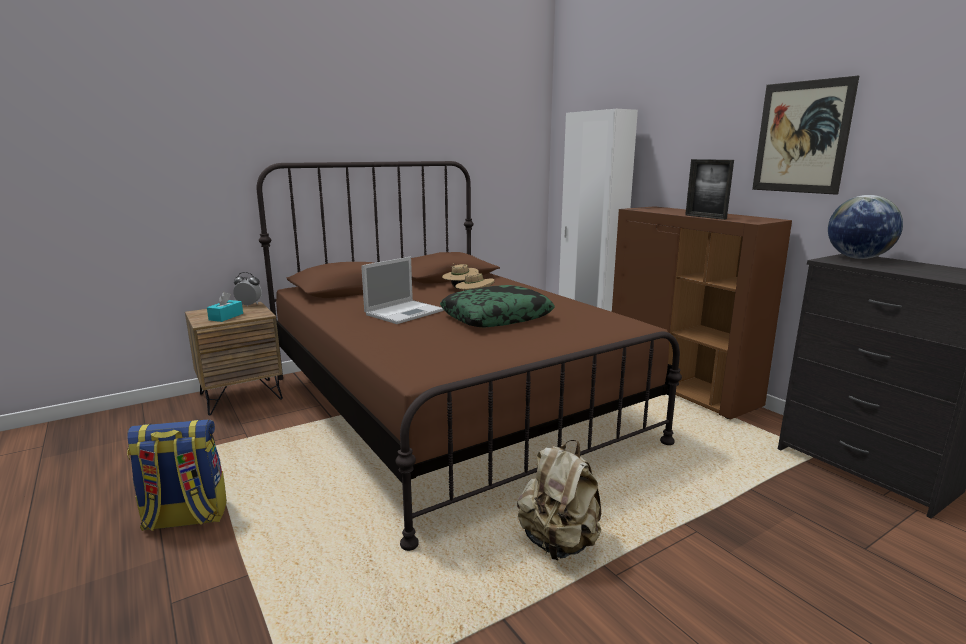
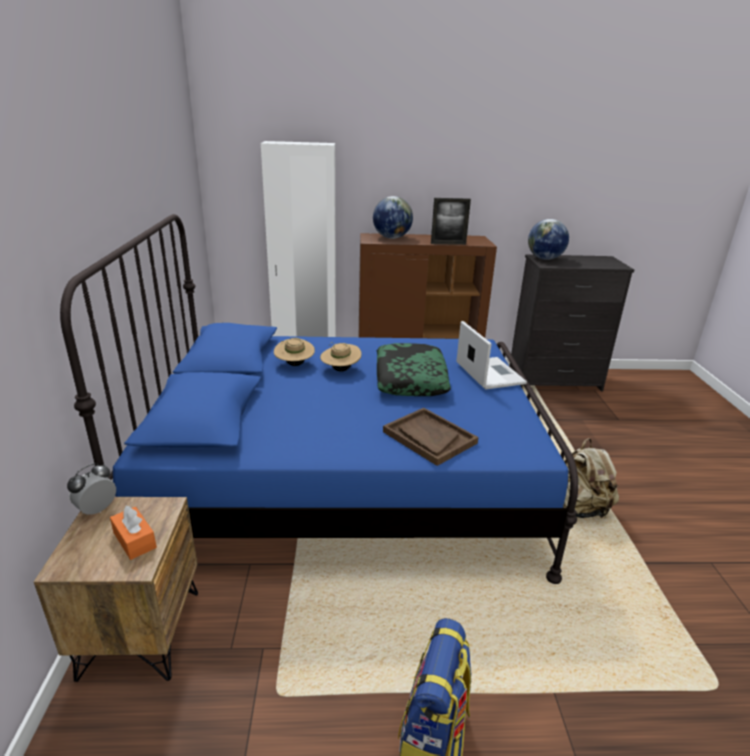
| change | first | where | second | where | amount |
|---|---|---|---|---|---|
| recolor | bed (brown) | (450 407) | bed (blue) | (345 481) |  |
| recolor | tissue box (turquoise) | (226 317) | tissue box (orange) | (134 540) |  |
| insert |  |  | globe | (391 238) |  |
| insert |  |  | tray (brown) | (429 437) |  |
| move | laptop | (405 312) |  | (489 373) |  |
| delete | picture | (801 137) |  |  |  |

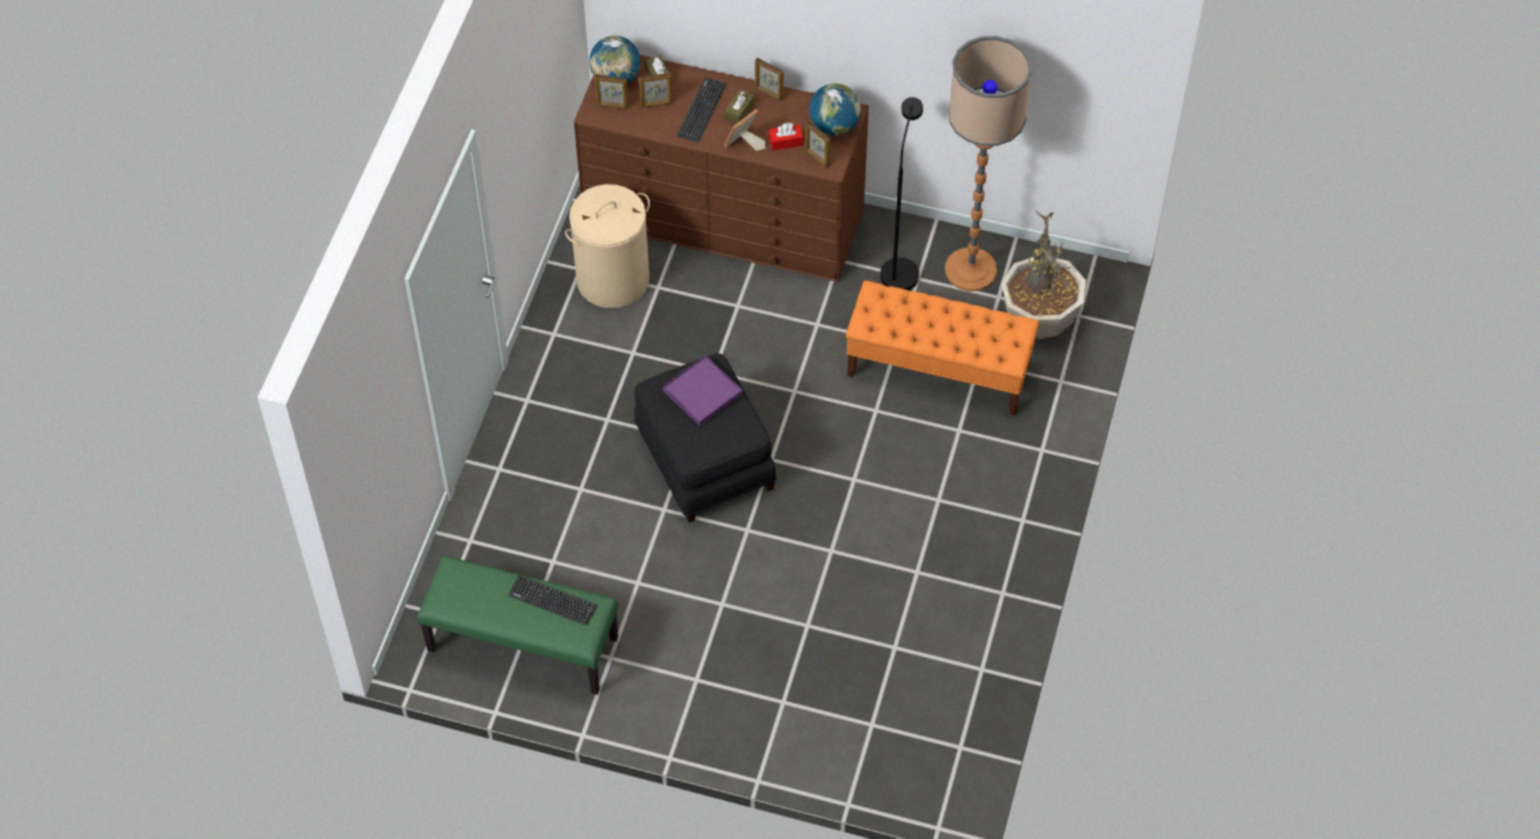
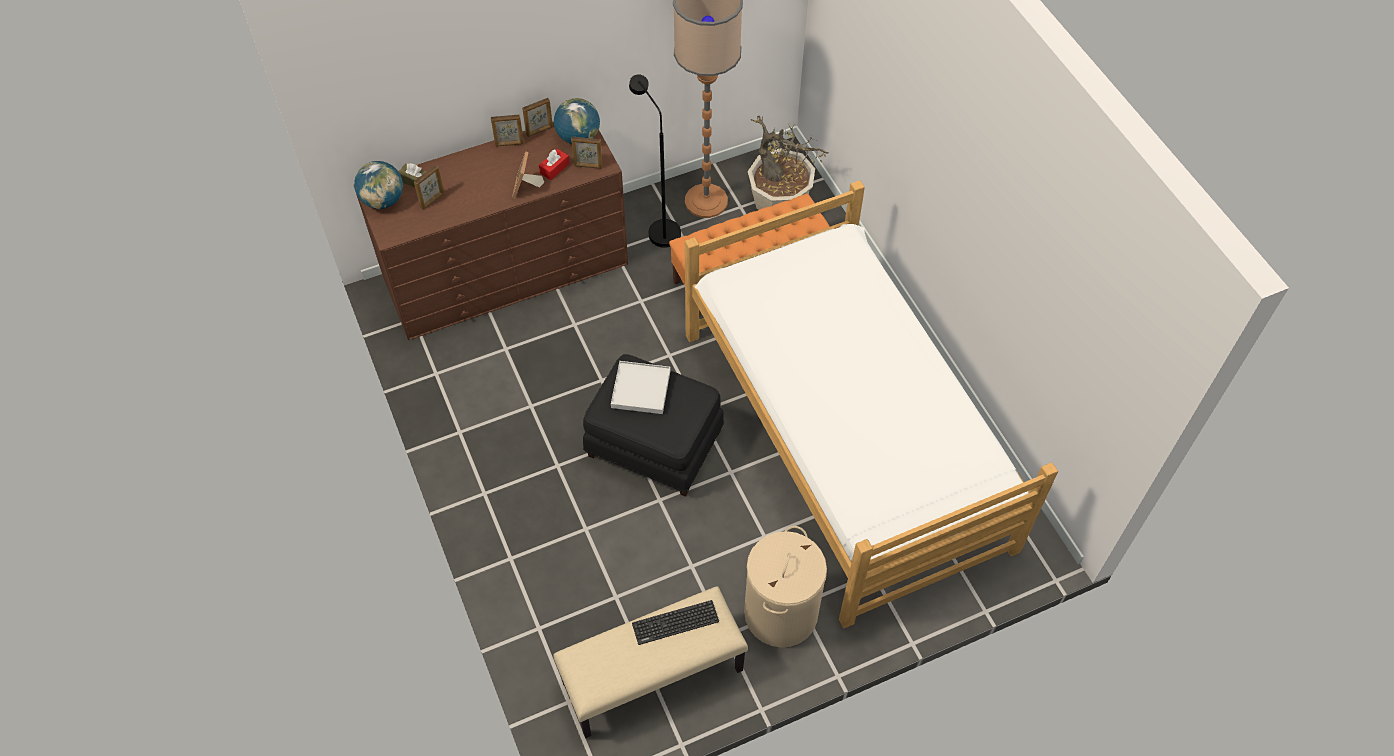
| change | first | where | second | where | amount |
|---|---|---|---|---|---|
| move | picture frame | (612 106) |  | (539 131) |  |
| recolor | bench (green) | (522 645) | bench (beige) | (652 677) |  |
| recolor | tray (purple) | (702 392) | tray (white) | (640 389) |  |
| insert |  |  | bed | (843 439) |  |
| move | laundry basket (beige) | (613 279) |  | (780 613) |  |
| delete | keyboard | (701 110) |  |  |  |
| delete | tissue box (brown) | (739 111) |  |  |  |

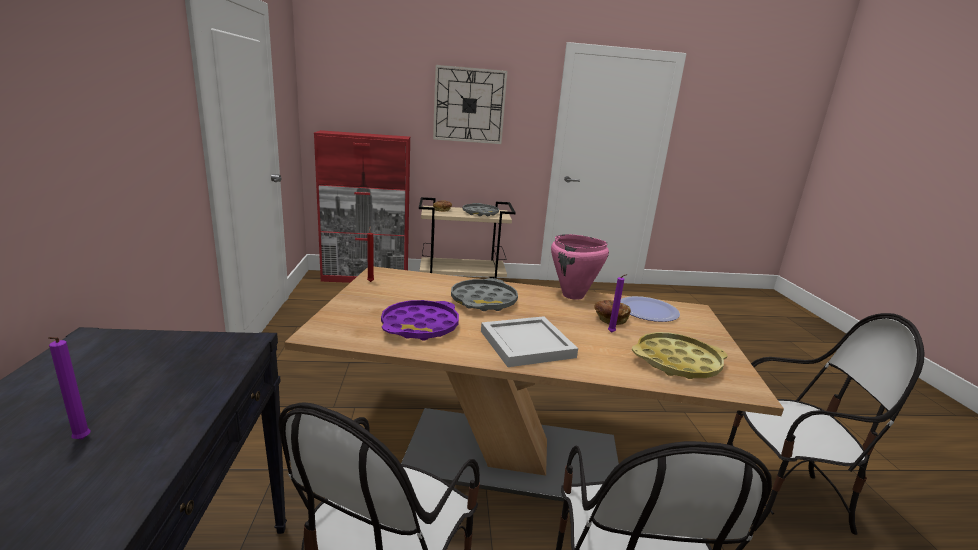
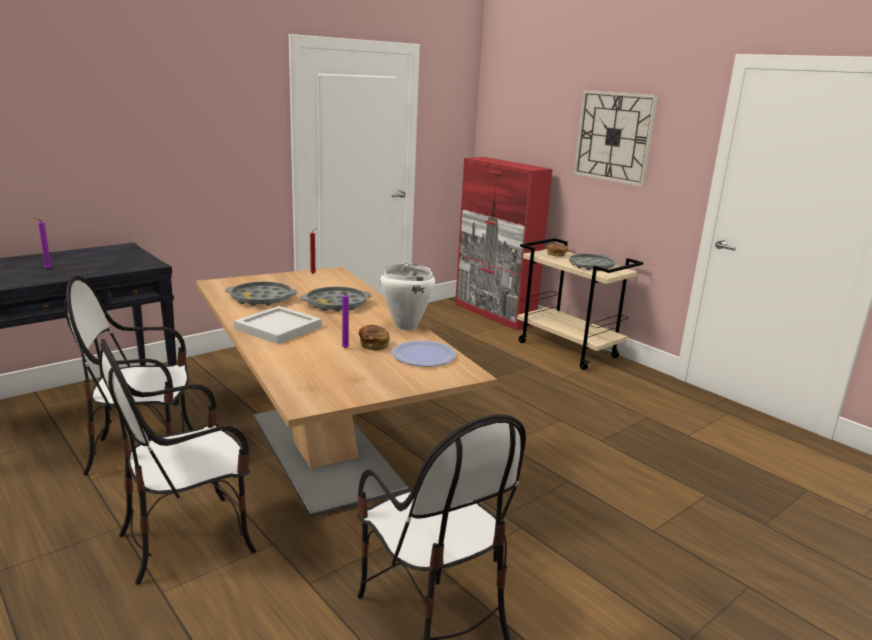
| change | first | where | second | where | amount |
|---|---|---|---|---|---|
| recolor | tray (purple) | (420 326) | tray (grey) | (261 299) |  |
| recolor | cooking pot (pink) | (573 295) | cooking pot (white) | (405 326) |  |
| delete | tray (yellow) | (677 362) |  |  |  |

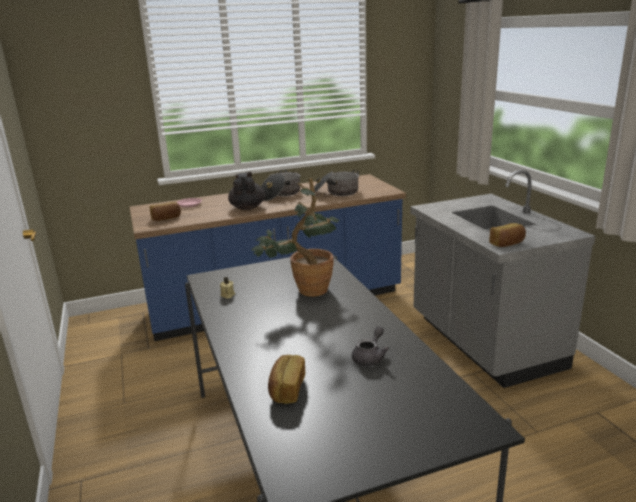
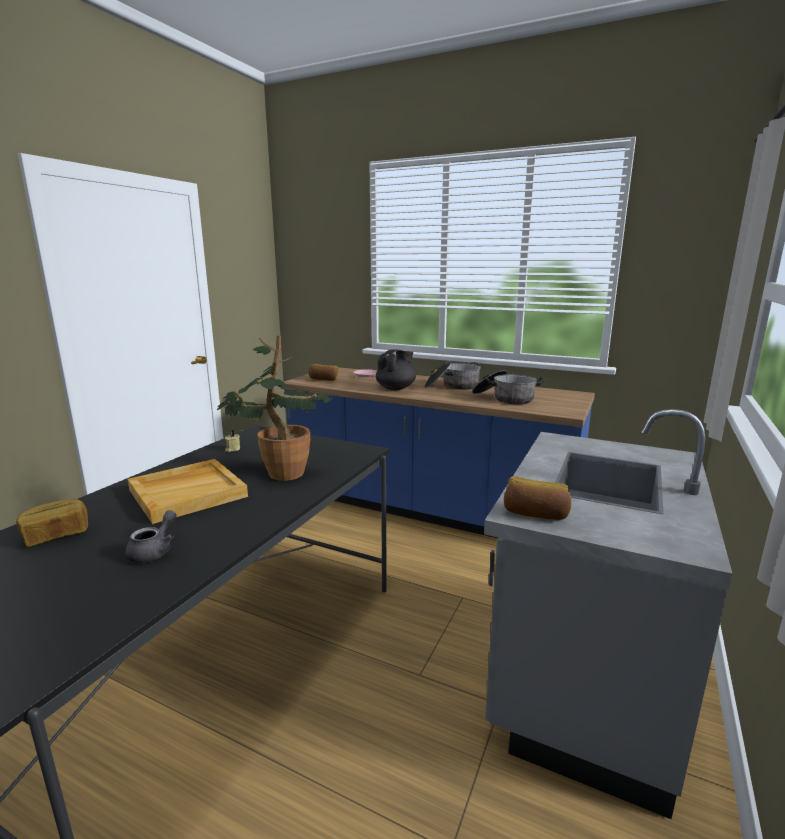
| change | first | where | second | where | amount |
|---|---|---|---|---|---|
| rotate | teapot (grey) | (370 357) |  | (154 551) | 60 degrees counterclockwise |
| insert |  |  | tray (beige) | (188 492) |  |

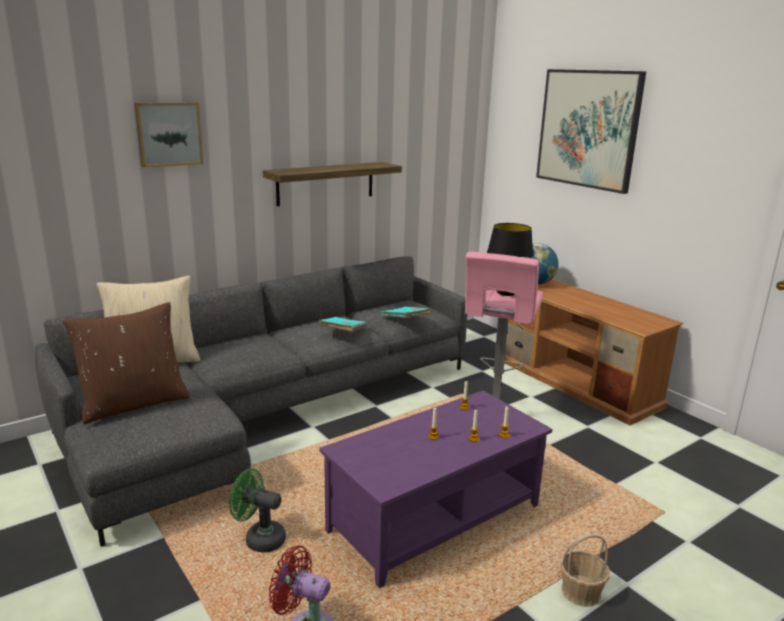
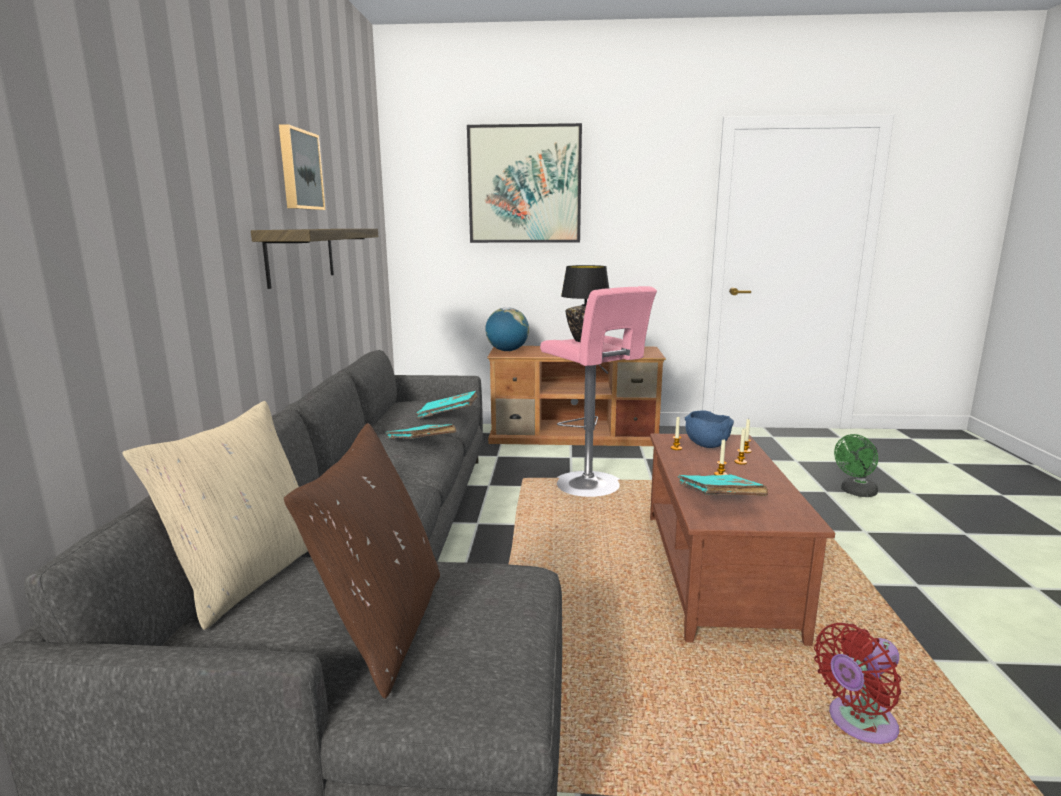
| change | first | where | second | where | amount |
|---|---|---|---|---|---|
| move | picture | (168 134) |  | (299 170) |  |
| recolor | coffee table (purple) | (434 517) | coffee table (brown) | (714 571) |  |
| insert |  |  | book (turquoise) | (719 499) |  |
| insert |  |  | bowl (blue) | (705 445) |  |
| move | fan (green) | (259 538) |  | (855 492) |  |
| delete | basket | (581 592) |  |  |  |

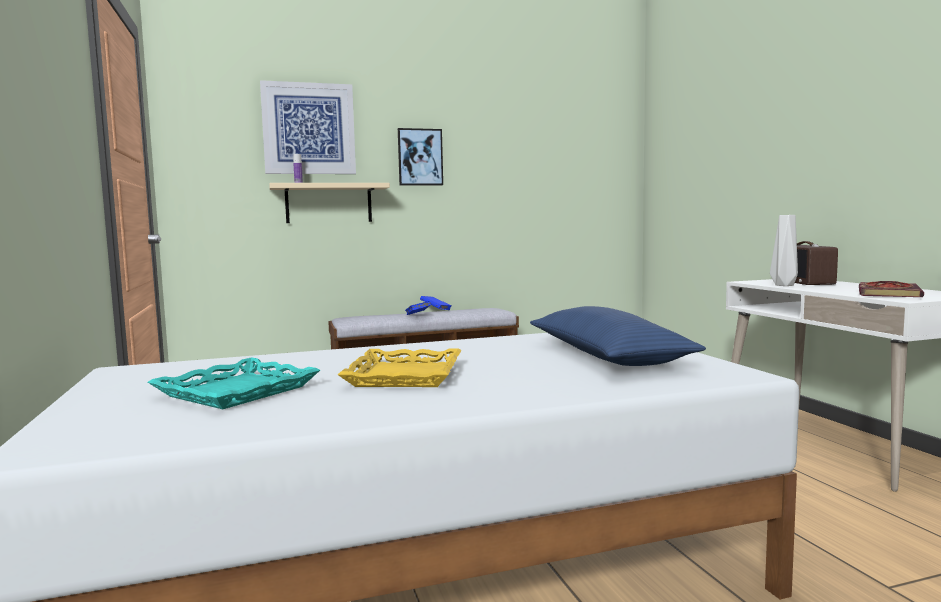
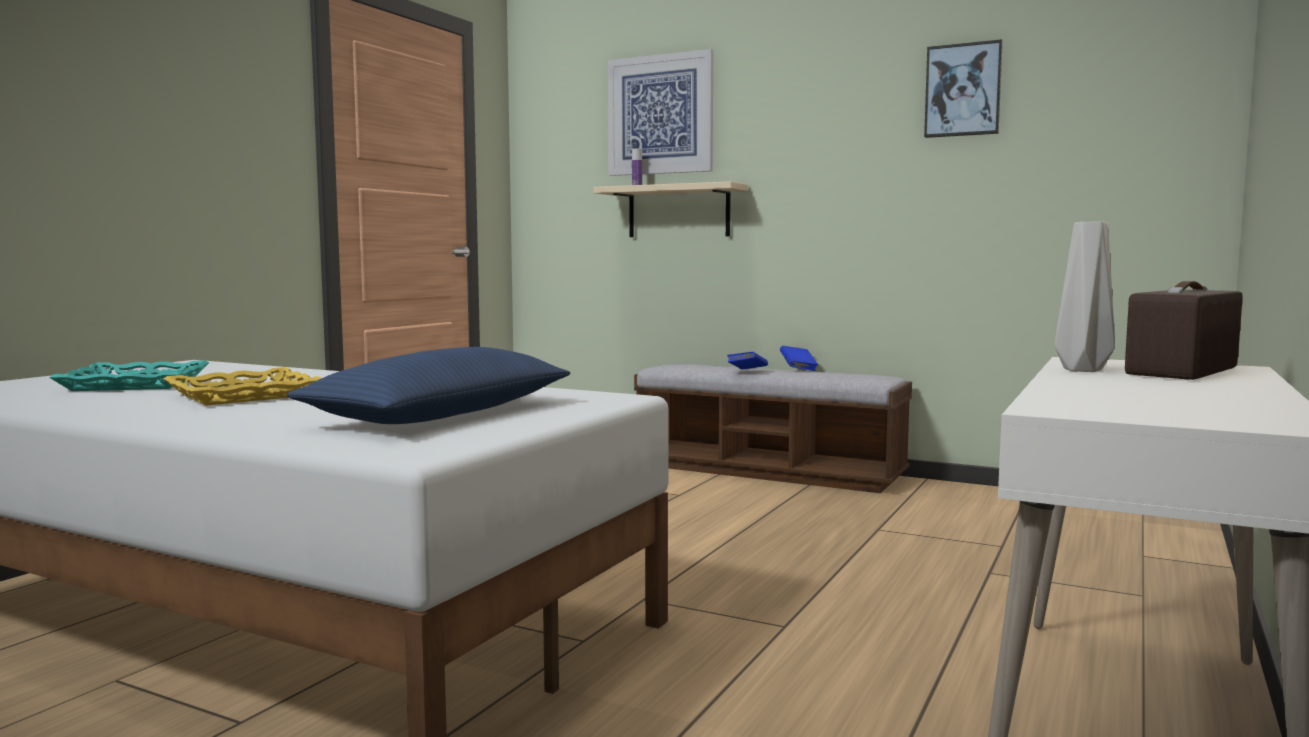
| change | first | where | second | where | amount |
|---|---|---|---|---|---|
| move | picture | (420 157) |  | (963 90) |  |
| delete | book | (887 293) |  |  |  |

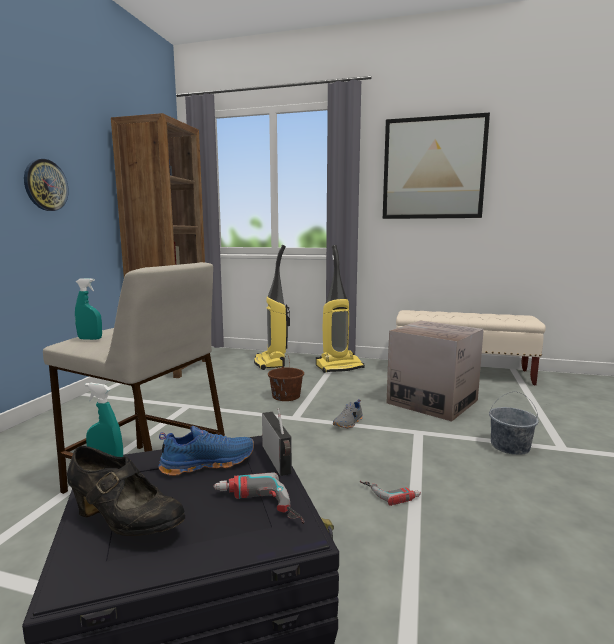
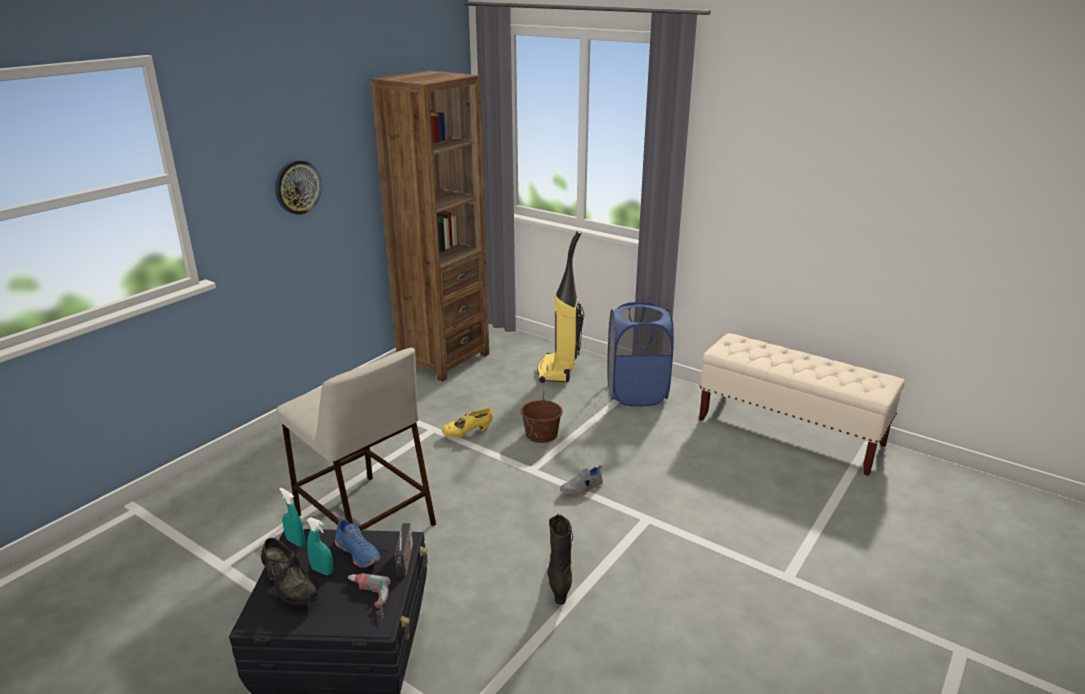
| change | first | where | second | where | amount |
|---|---|---|---|---|---|
| move | spray bottle (turquoise) | (90 339) |  | (322 570) |  |
| rotate | shoe (blue) | (207 463) |  | (359 552) | 45 degrees clockwise |
| insert |  |  | shoe (yellow) | (467 433) |  |
| replace | power drill | (390 492) | boot (black) | (560 583) |  |
| replace | vacuum cleaner | (339 367) | laundry basket (blue) | (636 393) |  |
| delete | picture | (433 169) |  |  |  |
| delete | cardboard box | (432 401) |  |  |  |
| delete | bucket (grey) | (509 446) |  |  |  |

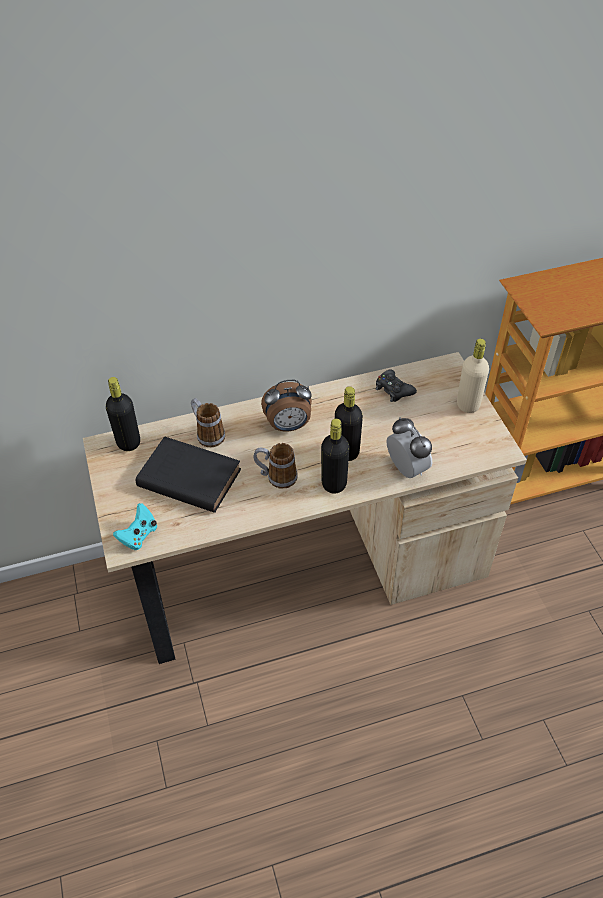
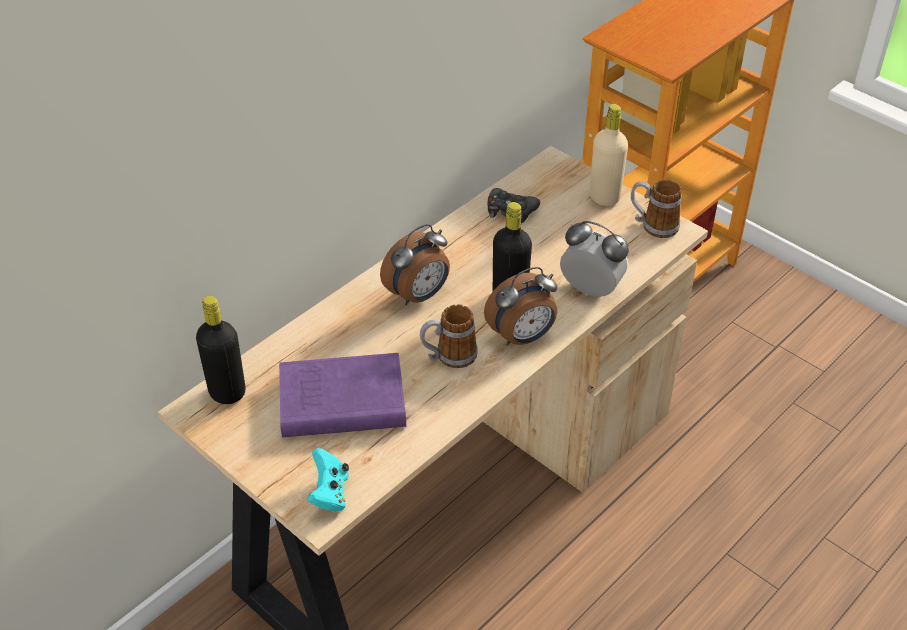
| change | first | where | second | where | amount |
|---|---|---|---|---|---|
| recolor | book (black) | (187 477) | book (purple) | (338 402) |  |
| replace | bottle (black) | (334 484) | alarm clock | (522 337) |  |
| move | mug | (207 434) |  | (653 225) |  |

